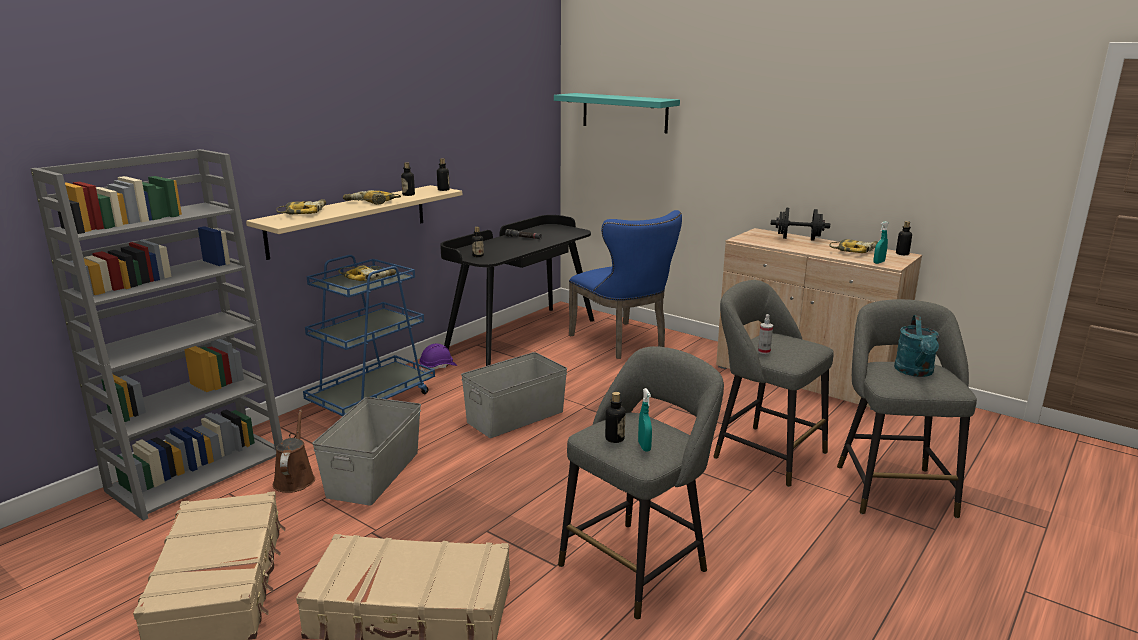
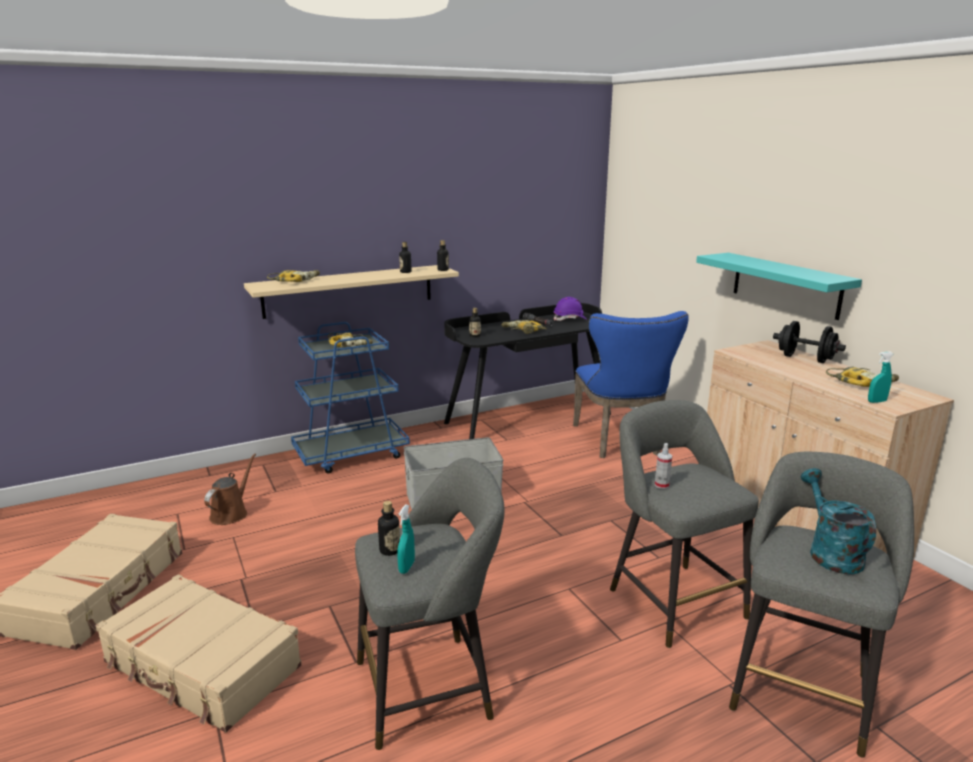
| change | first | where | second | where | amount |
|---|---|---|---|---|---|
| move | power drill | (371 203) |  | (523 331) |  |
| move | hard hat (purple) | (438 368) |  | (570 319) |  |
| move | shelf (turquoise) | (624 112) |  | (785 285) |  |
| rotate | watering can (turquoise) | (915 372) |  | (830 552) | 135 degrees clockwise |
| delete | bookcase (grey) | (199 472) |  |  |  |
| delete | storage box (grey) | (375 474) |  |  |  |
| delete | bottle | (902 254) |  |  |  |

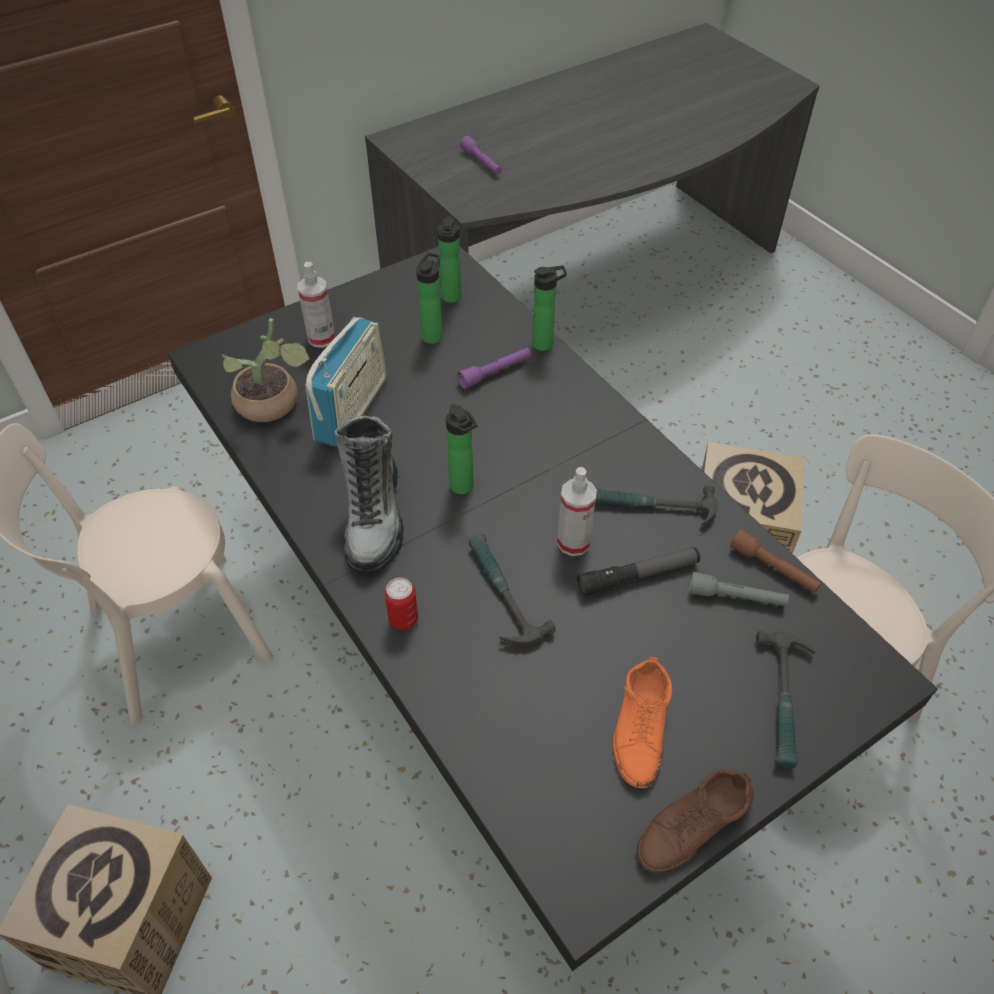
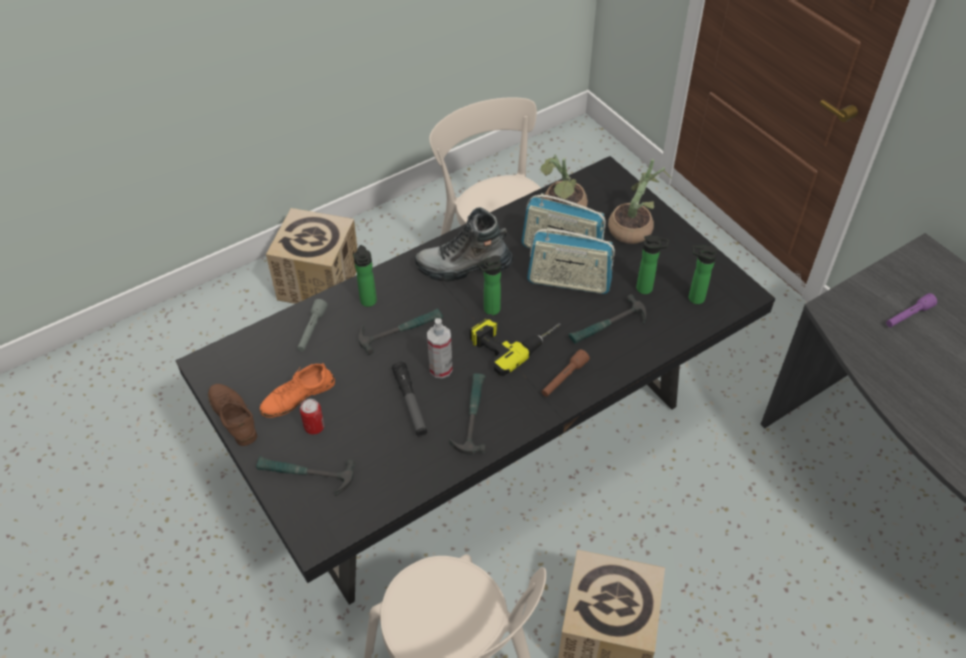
| change | first | where | second | where | amount |
|---|---|---|---|---|---|
| rotate | shoe (orange) | (640 728) |  | (297 396) | 45 degrees counterclockwise |
| move | flashlight (grey) | (736 597) |  | (312 330) |  |
| move | can | (403 619) |  | (314 427) |  |
| move | bottle | (546 344) |  | (368 303) |  |
| insert |  |  | power drill | (513 339) |  |
| insert |  |  | radio | (569 282) |  |
| move | flashlight (brown) | (773 568) |  | (564 378) |  |
| replace | flashlight (purple) | (495 373) | hammer | (608 326) |  |
| replace | spray bottle | (321 338) | potted plant | (634 228) |  |

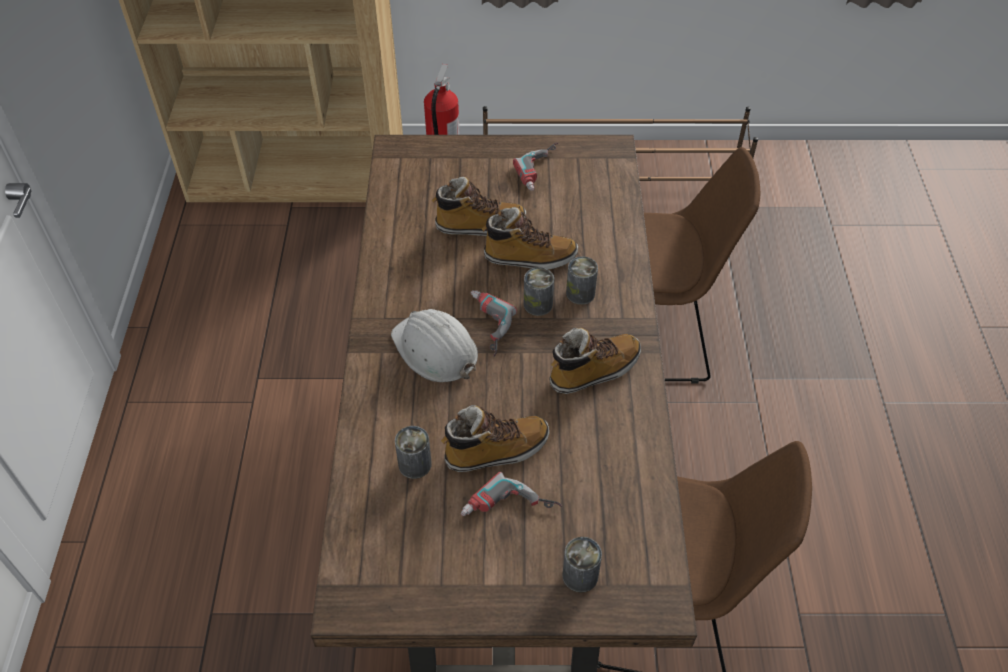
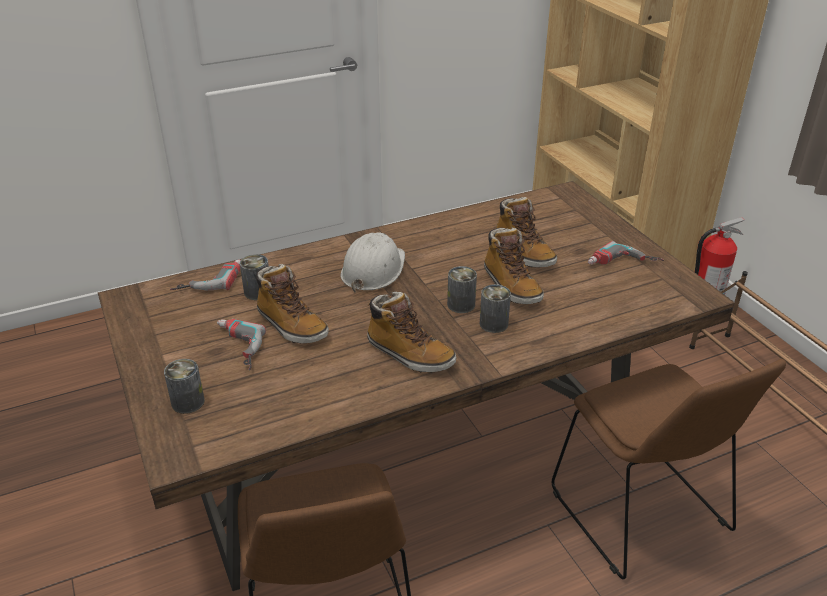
| change | first | where | second | where | amount |
|---|---|---|---|---|---|
| move | power drill | (483 325) |  | (208 279) |  |

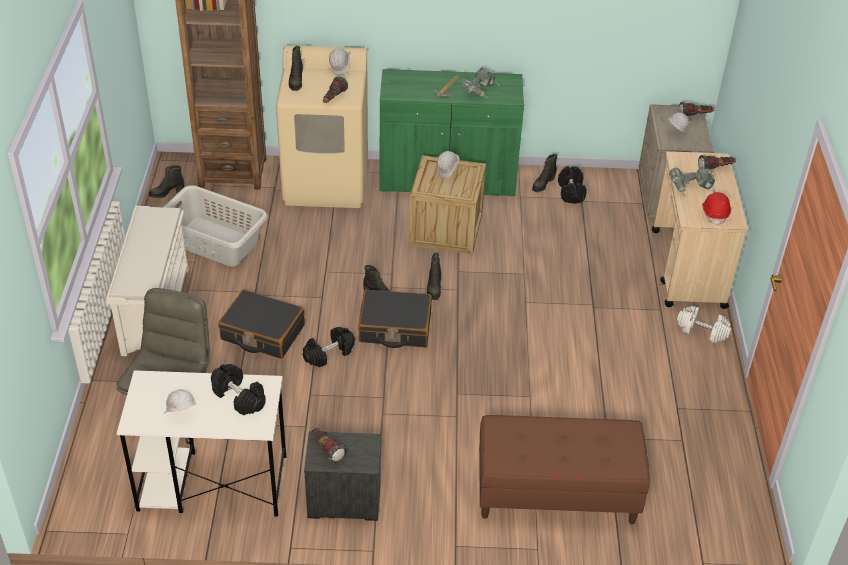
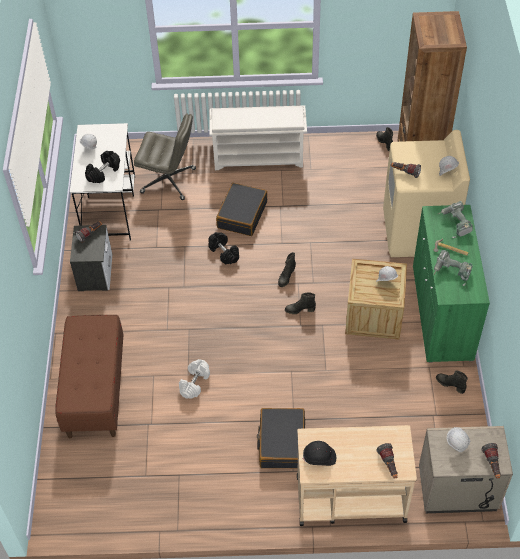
| change | first | where | second | where | amount |
|---|---|---|---|---|---|
| move | dumbbell (white) | (702 331) |  | (194 383) |  |
| move | suitcase (black) | (395 327) |  | (281 443) |  |
| recolor | hard hat (red) | (715 213) | hard hat (black) | (319 457) |  |
| move | power drill | (691 189) |  | (454 224) |  |
| delete | laundry basket (grey) | (215 243) |  |  |  |
| delete | boot (black) | (296 82) |  |  |  |
| delete | dumbbell (black) | (571 192) |  |  |  |

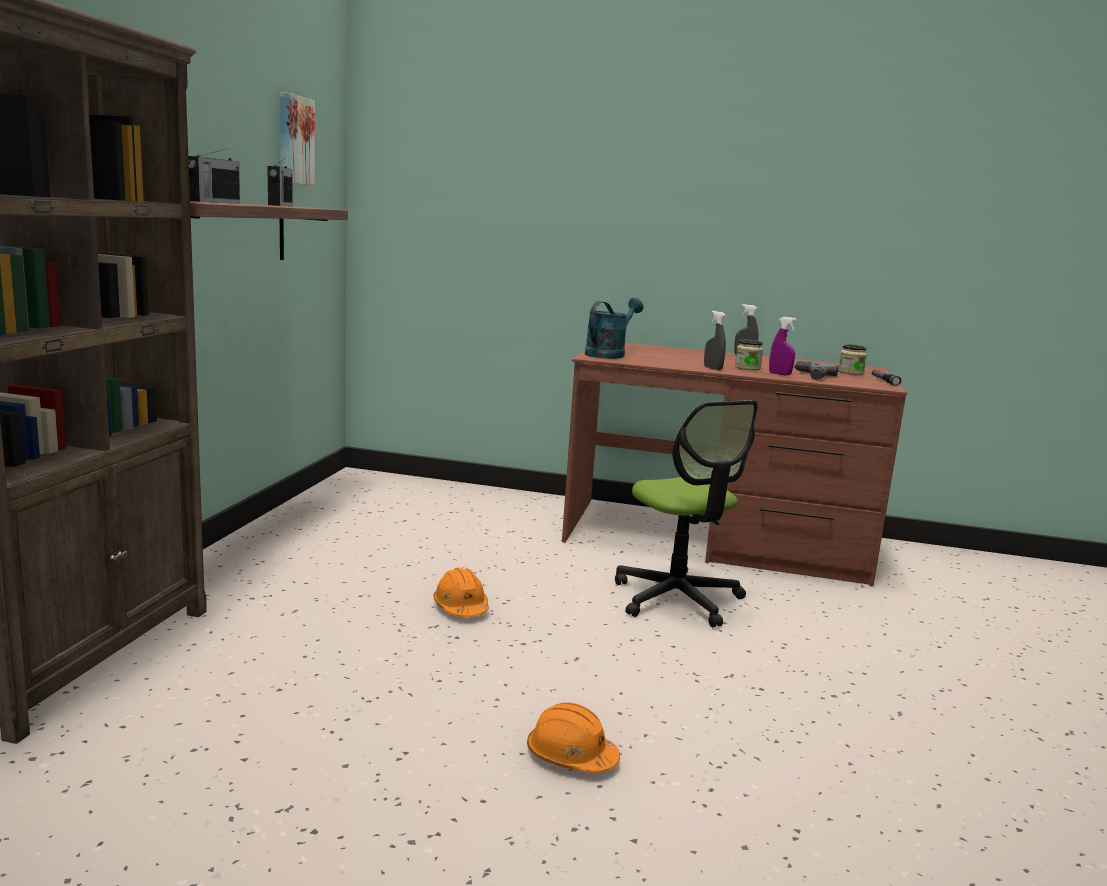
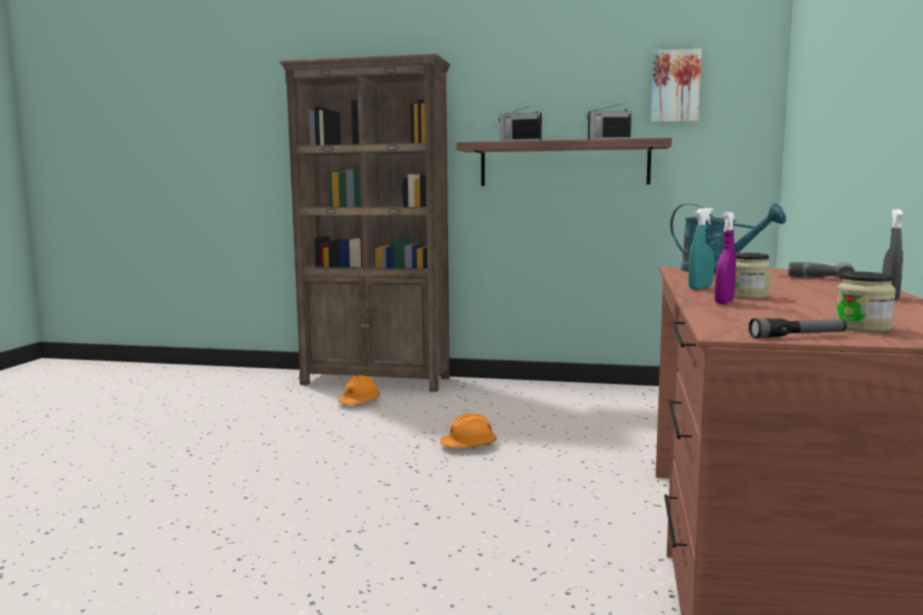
| change | first | where | second | where | amount |
|---|---|---|---|---|---|
| move | hard hat (orange) | (571 756) |  | (359 402) |  |
| recolor | spray bottle (grey) | (712 368) | spray bottle (turquoise) | (700 288) |  |
| move | power drill | (811 376) |  | (820 277) |  |
| delete | office chair | (677 599) |  |  |  |

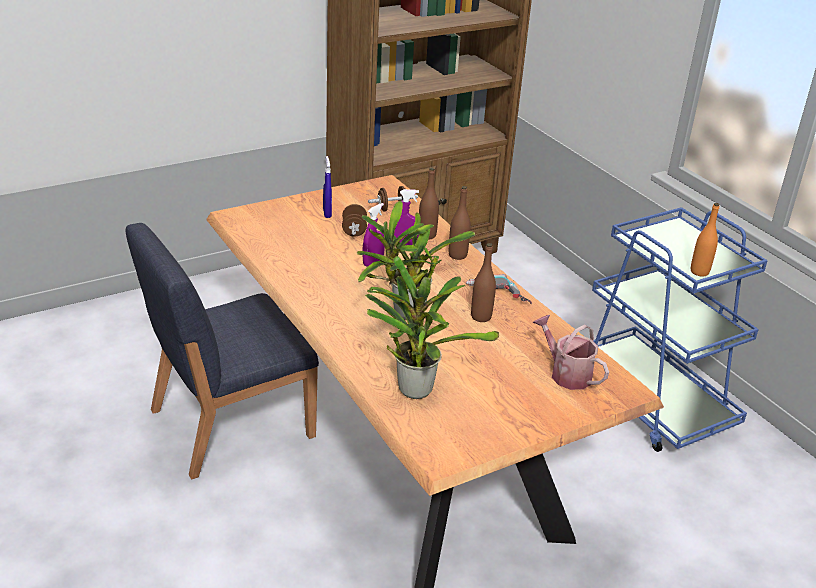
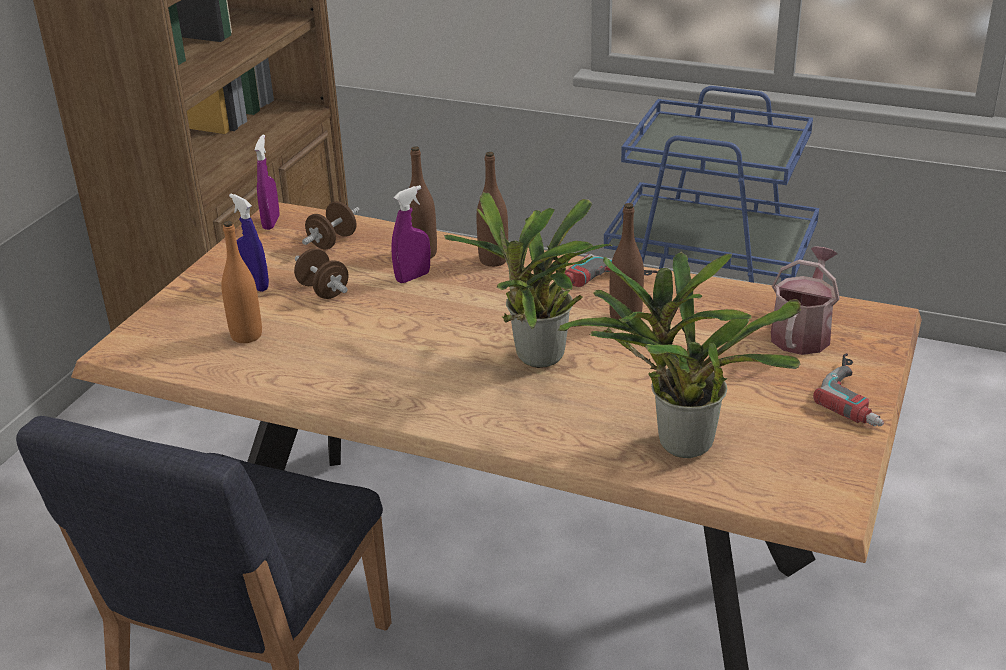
| change | first | where | second | where | amount |
|---|---|---|---|---|---|
| move | bottle (orange) | (699 272) |  | (246 335) |  |
| move | spray bottle (purple) | (373 262) |  | (271 223) |  |
| rotate | watering can | (566 373) |  | (802 333) | 105 degrees clockwise |
| insert |  |  | power drill | (860 396) |  |

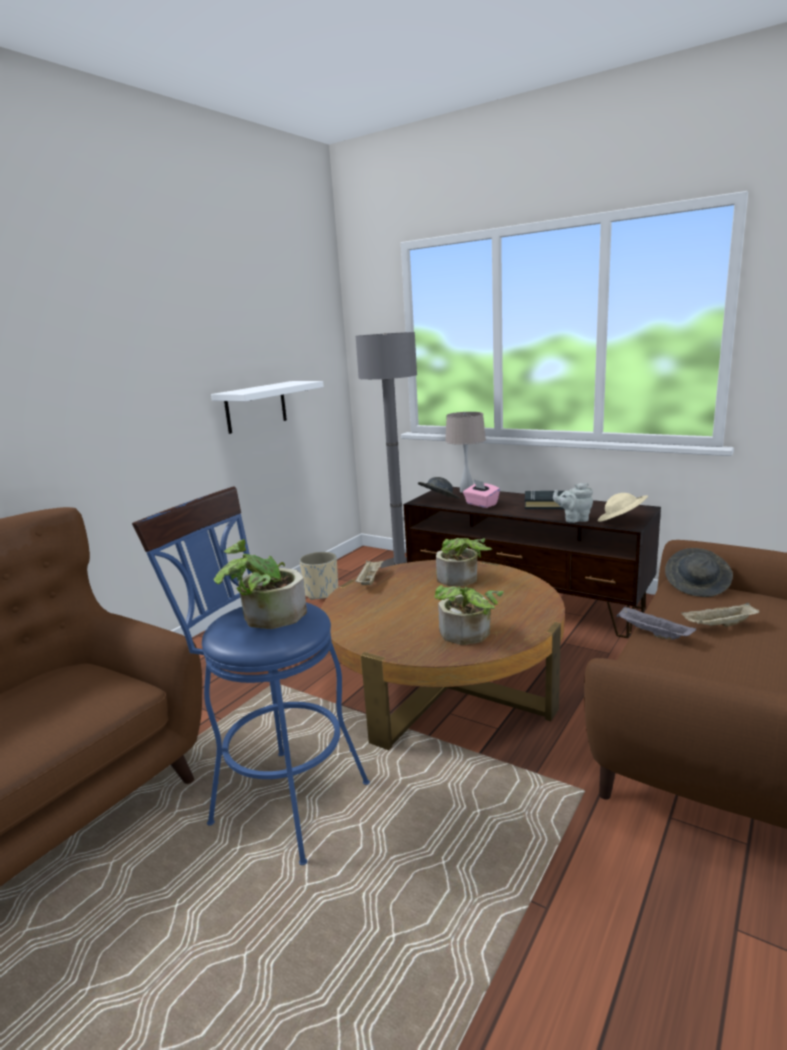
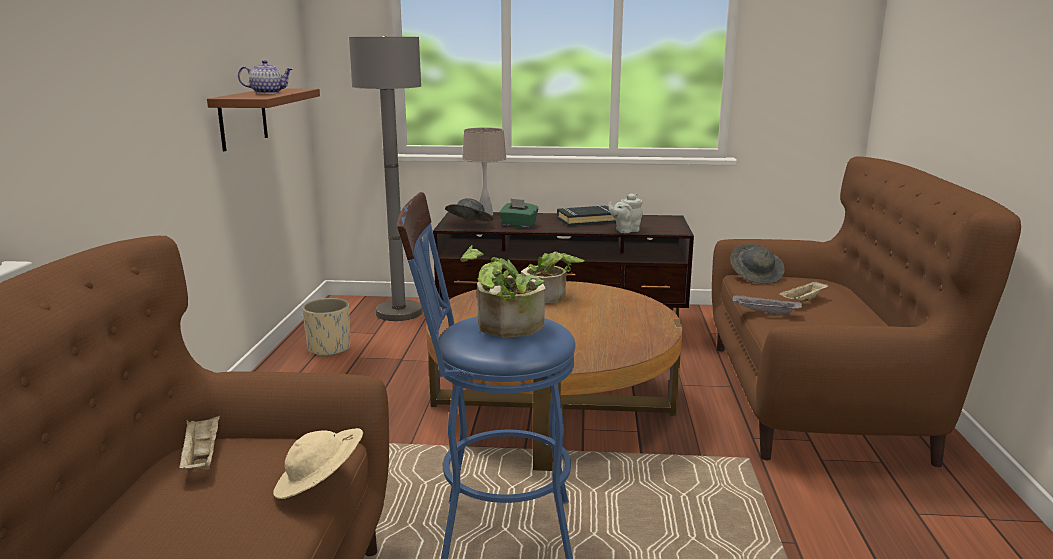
| change | first | where | second | where | amount |
|---|---|---|---|---|---|
| move | tray (beige) | (370 580) |  | (201 457) |  |
| recolor | shelf (white) | (256 407) | shelf (brown) | (243 118) |  |
| insert |  |  | teapot | (268 93) |  |
| move | hat (beige) | (621 521) |  | (320 485) |  |
| recolor | tissue box (pink) | (481 504) | tissue box (green) | (518 225) |  |
| delete | potted plant | (467 636) |  |  |  |

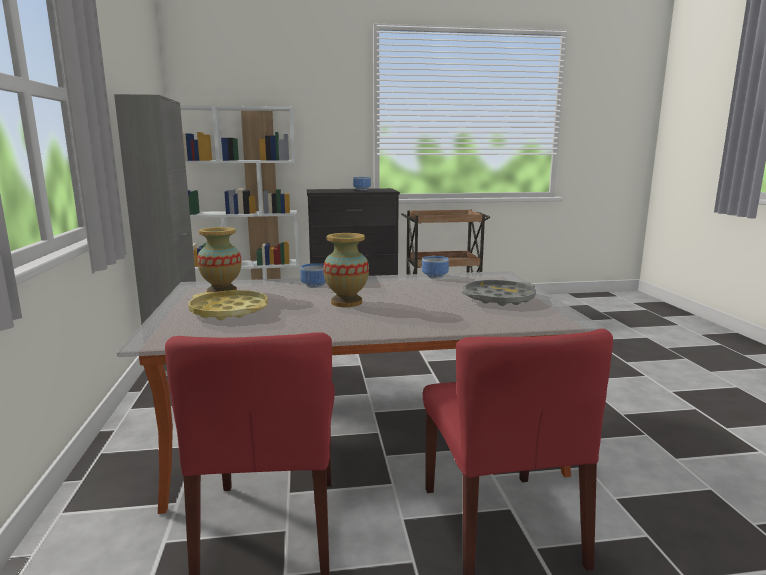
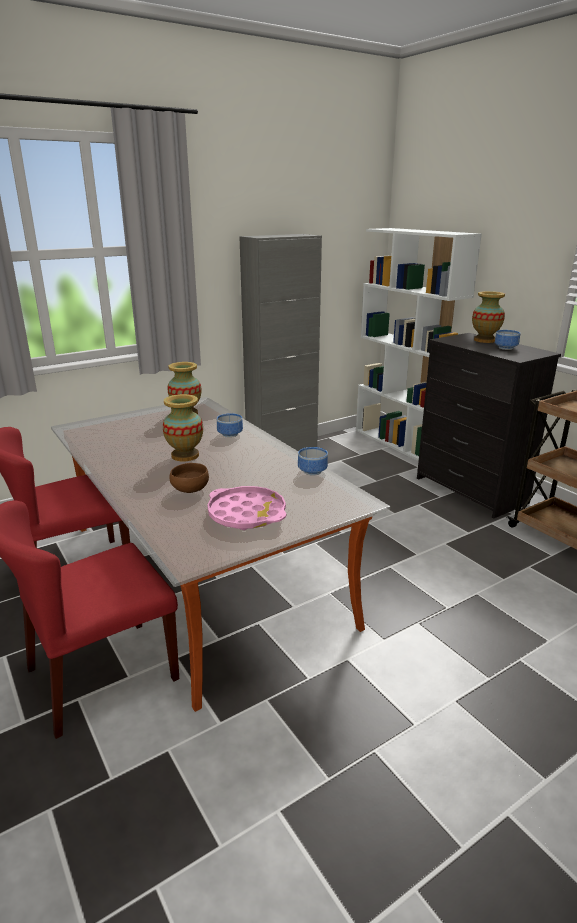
| change | first | where | second | where | amount |
|---|---|---|---|---|---|
| insert |  |  | bowl (brown) | (190 490) |  |
| recolor | tray (grey) | (498 298) | tray (pink) | (247 514) |  |
| insert |  |  | vase | (485 340) |  |
| delete | tray (yellow) | (229 311) |  |  |  |

